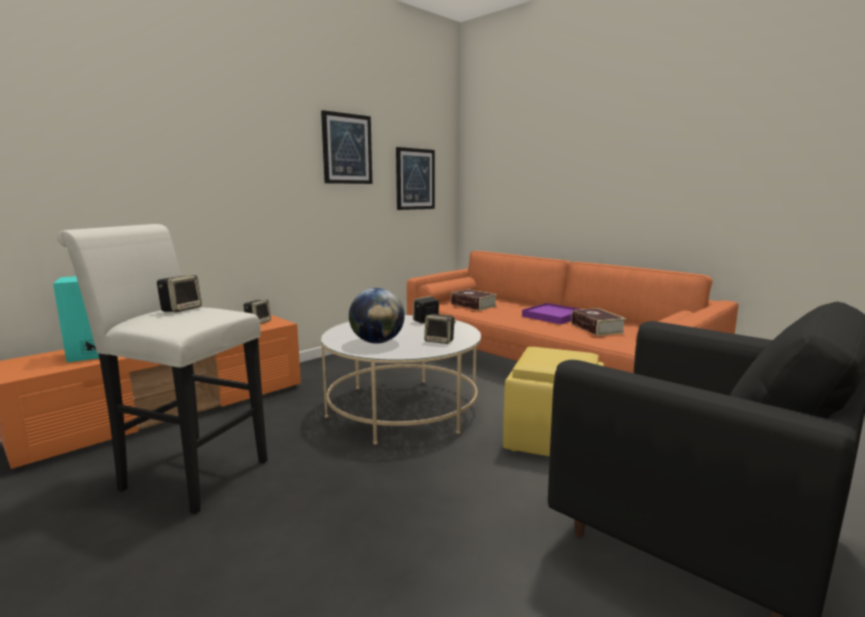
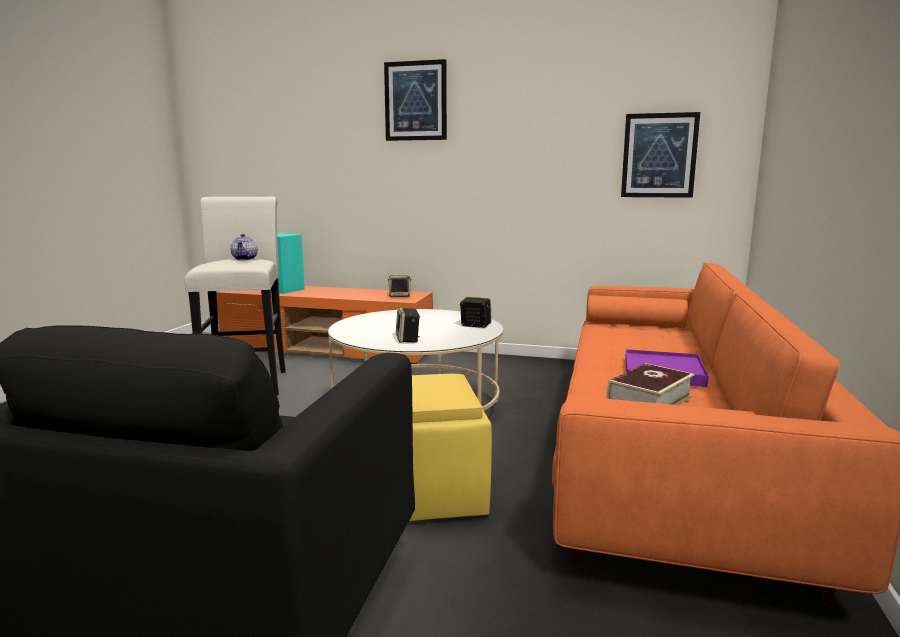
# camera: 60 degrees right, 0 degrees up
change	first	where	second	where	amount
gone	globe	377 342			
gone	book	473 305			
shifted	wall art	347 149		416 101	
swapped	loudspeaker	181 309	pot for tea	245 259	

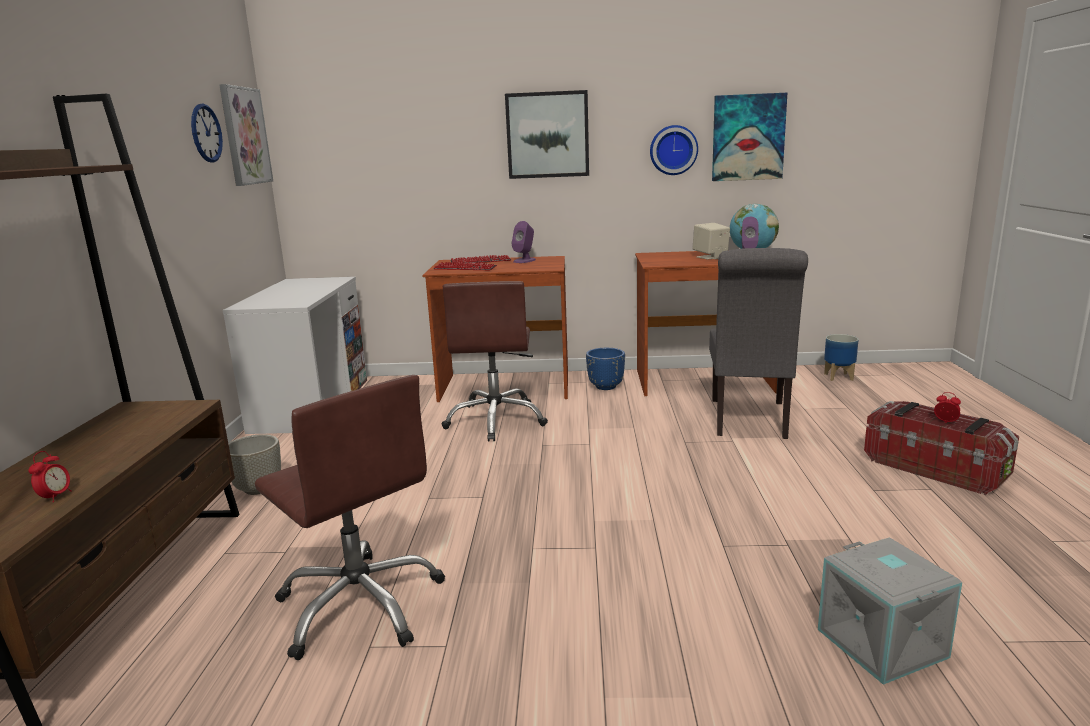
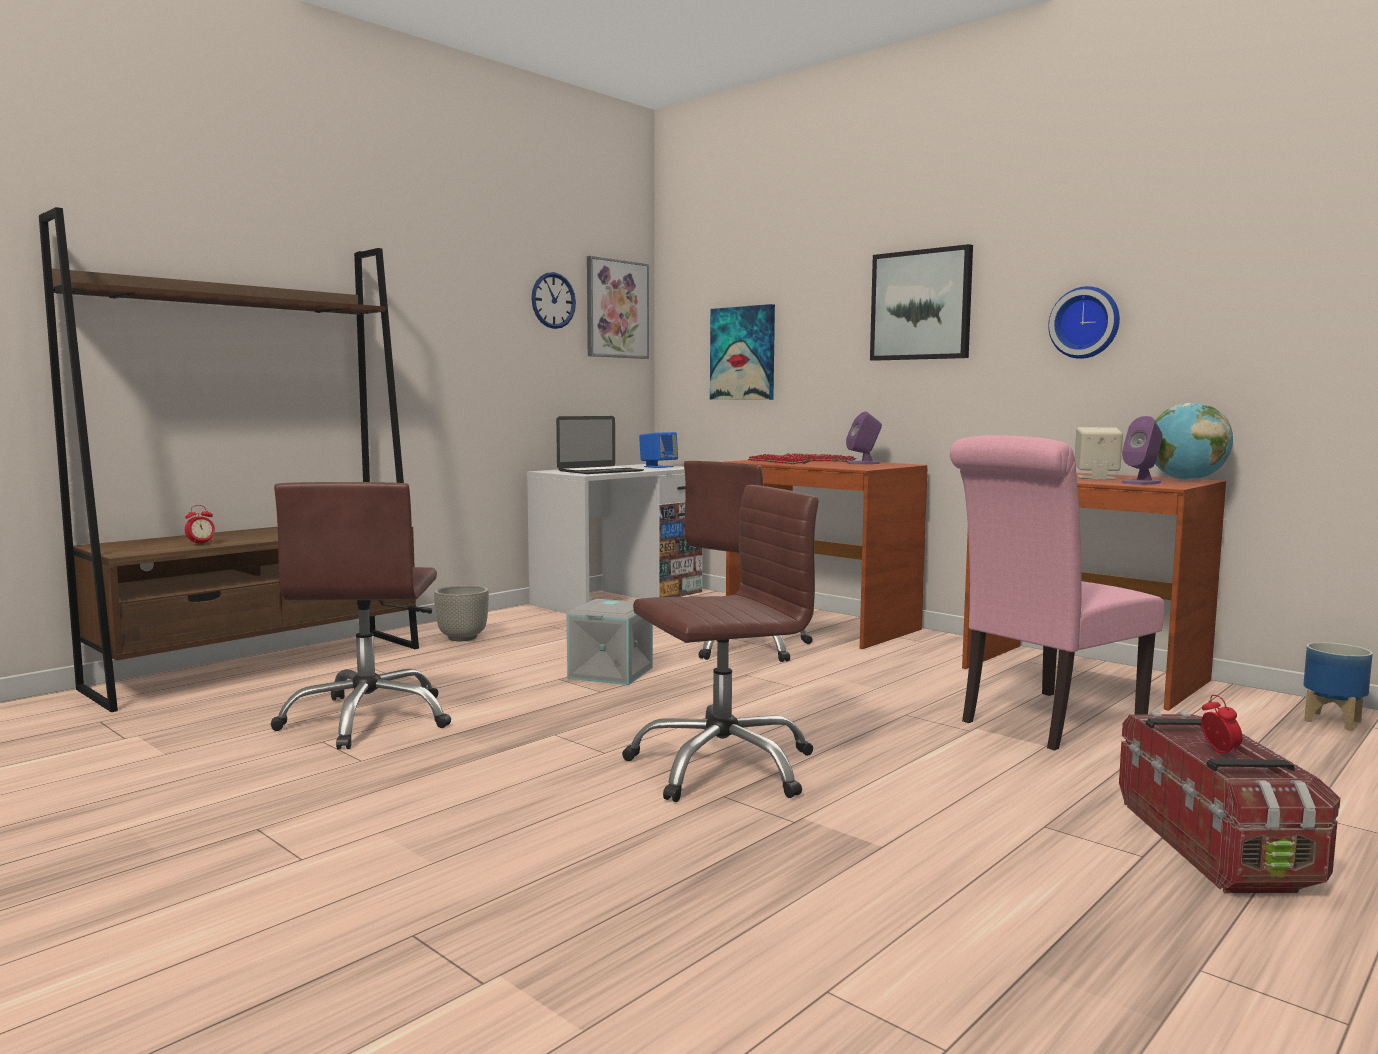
# camera: 40 degrees right, 10 degrees down
change	first	where	second	where	amount
gone	blue-coloured plant pot	606 387			
new			portable computer	600 471	
new			brown desk chair	722 766	
new			blue-coloured loudspeaker	658 467	
shifted	wall art	748 137		743 353	
shifted	grey storage bin	884 643		612 673	
repainted	grey plain chair	749 421	pink-coloured plain chair	1045 722	

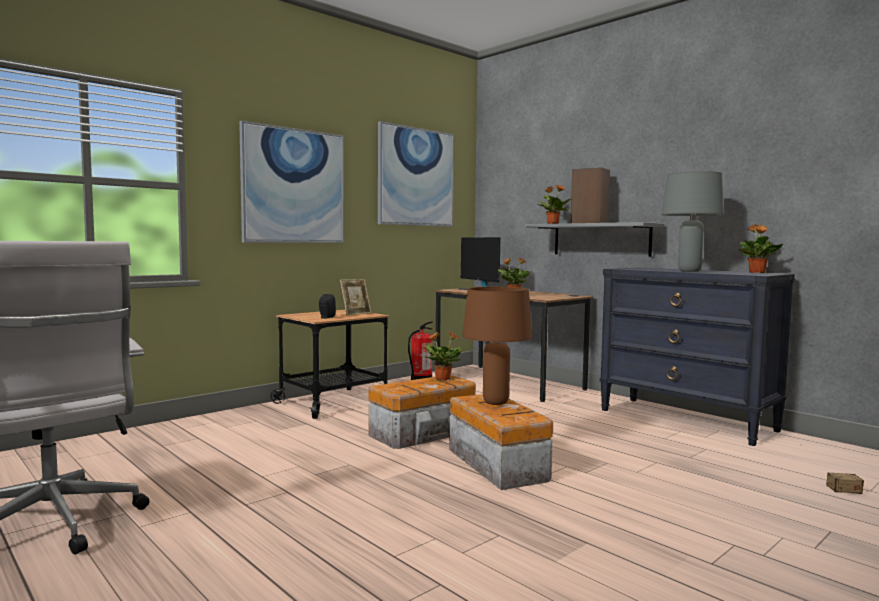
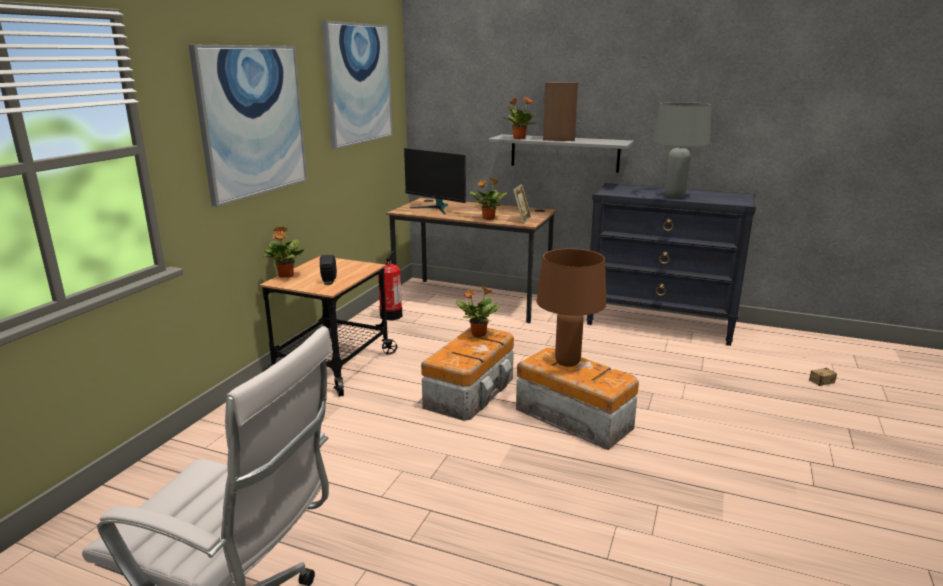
# camera: 25 degrees left, 15 degrees up
change	first	where	second	where	amount
shifted	photo frame	355 313		522 220	
shifted	potted plant	757 272		285 276	

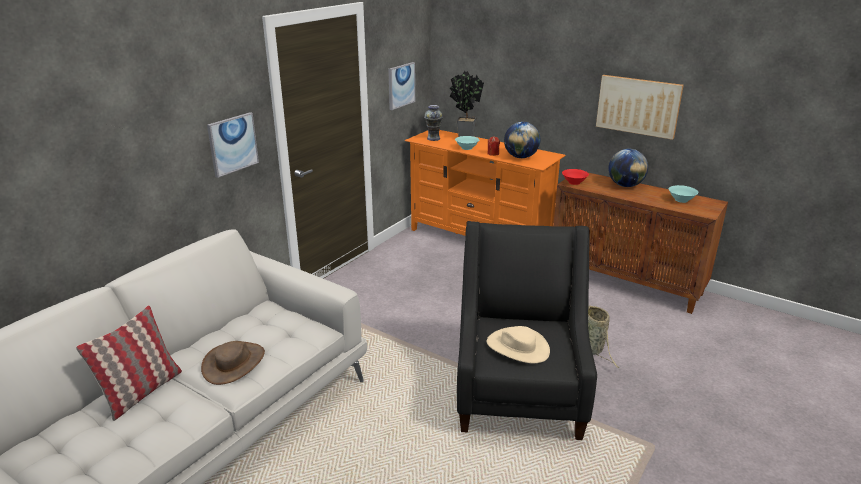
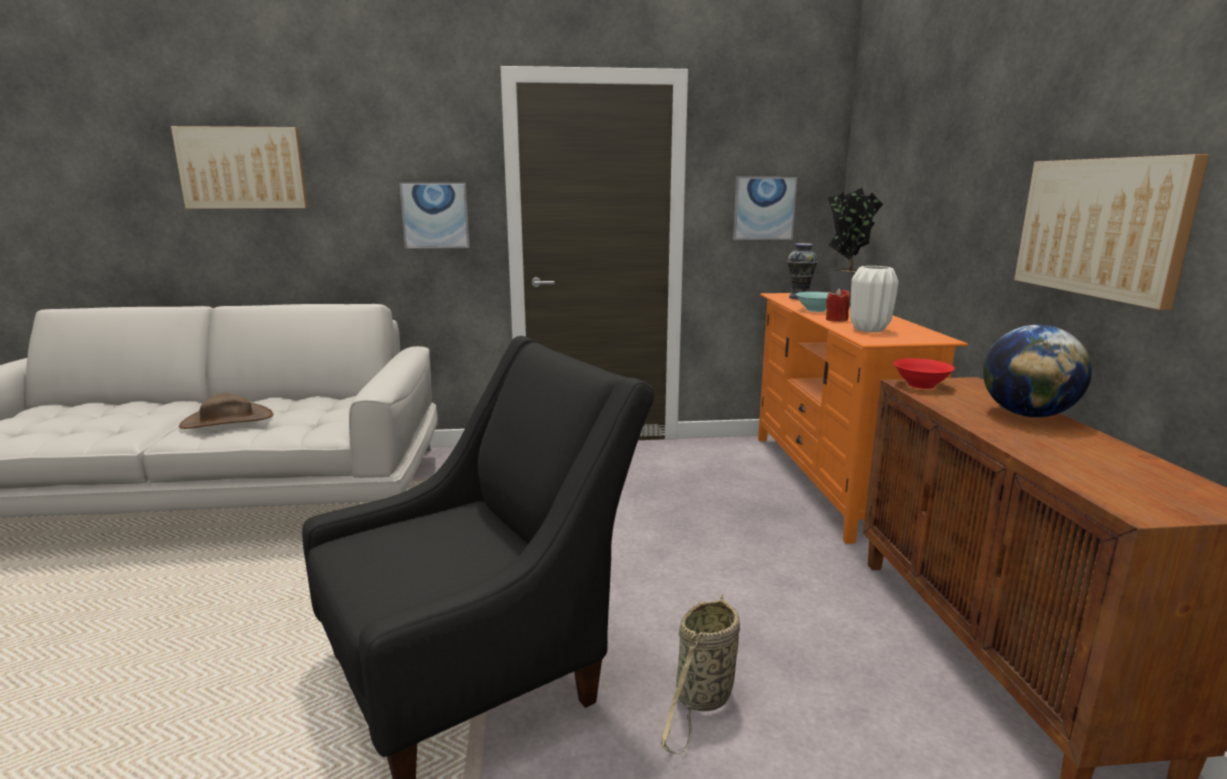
# camera: 50 degrees right, 10 degrees down
change	first	where	second	where	amount
gone	cushion	141 392			
gone	beige wearable hat	517 347			
gone	turquoise bowl	681 200			
new			wall art	242 168	
swapped	globe	520 157	white vase	869 330	

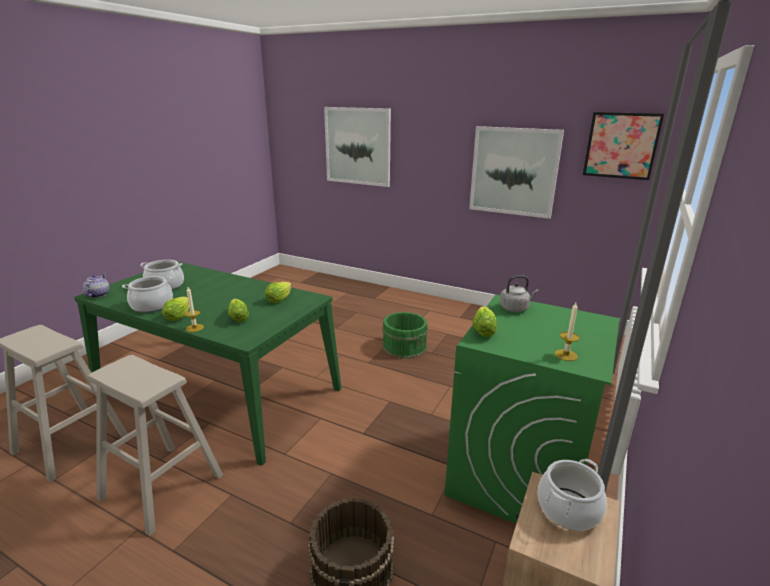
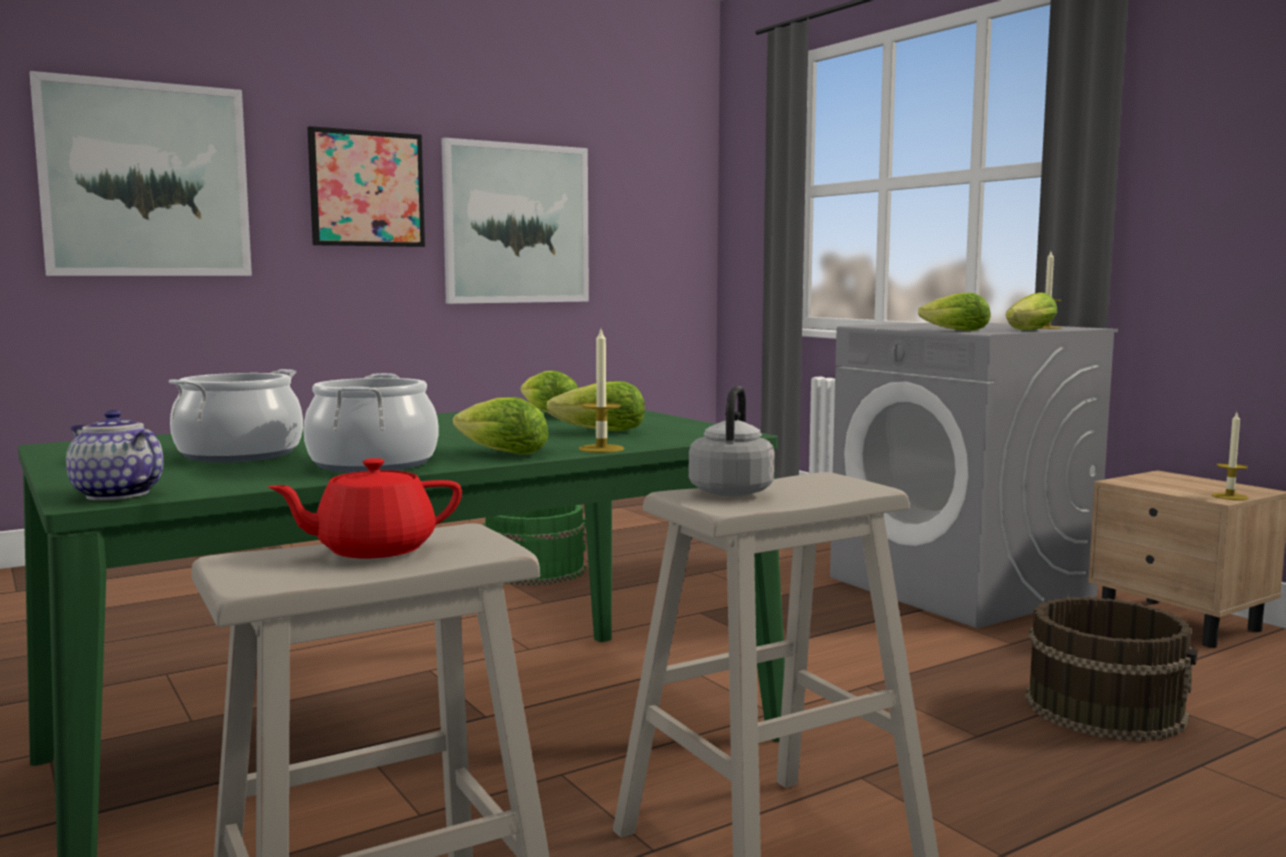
# camera: 60 degrees left, 15 degrees down
change	first	where	second	where	amount
gone	saucepot	568 509			
new			reddish pot for tea	373 549	
new			lettuce	1027 331	
new			wax light	1229 496	
shifted	grey kettle	515 308		732 491	
shifted	wall art	621 145		366 189	
repainted	green-coloured laundry machine	518 476	grey laundry machine	962 587	

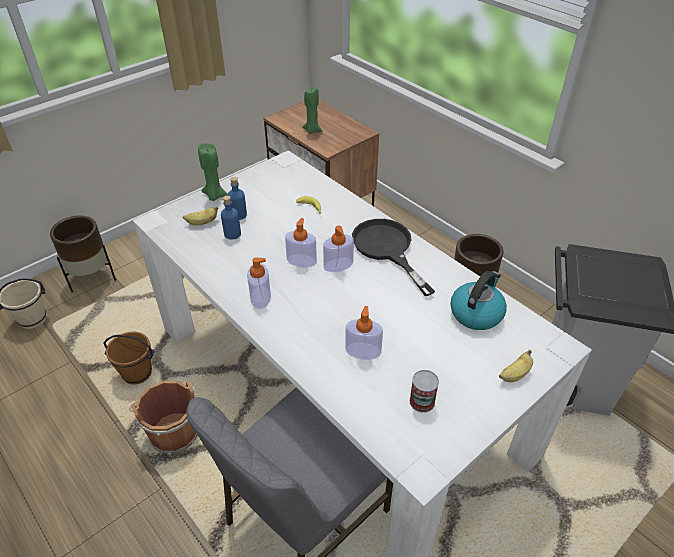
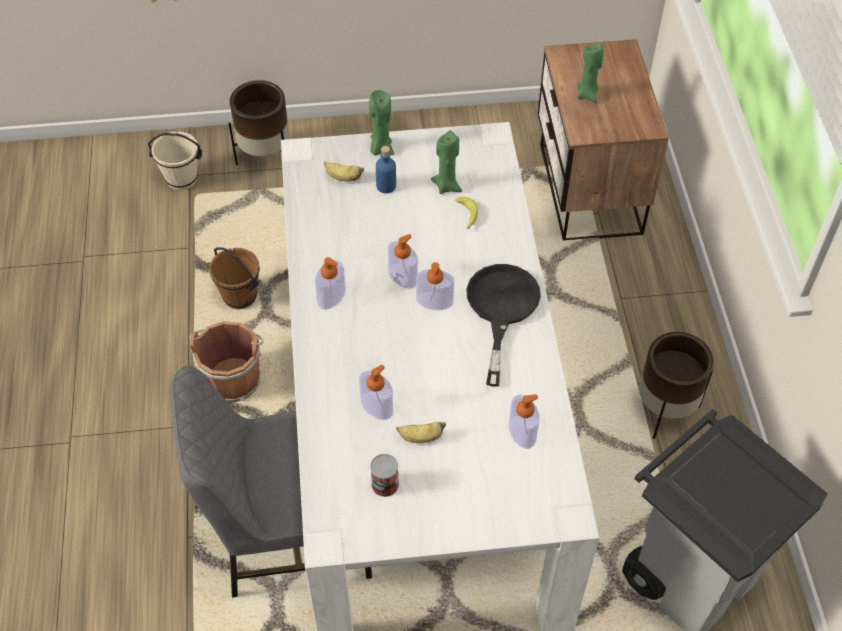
# camera: 35 degrees right, 10 degrees up
change	first	where	second	where	amount
gone	blue-coloured beverage bottle	232 234			
new			green-coloured wax light	447 186	
shifted	banana	514 375		420 437	
swapped	kettle	476 313	soap dispenser	522 432	

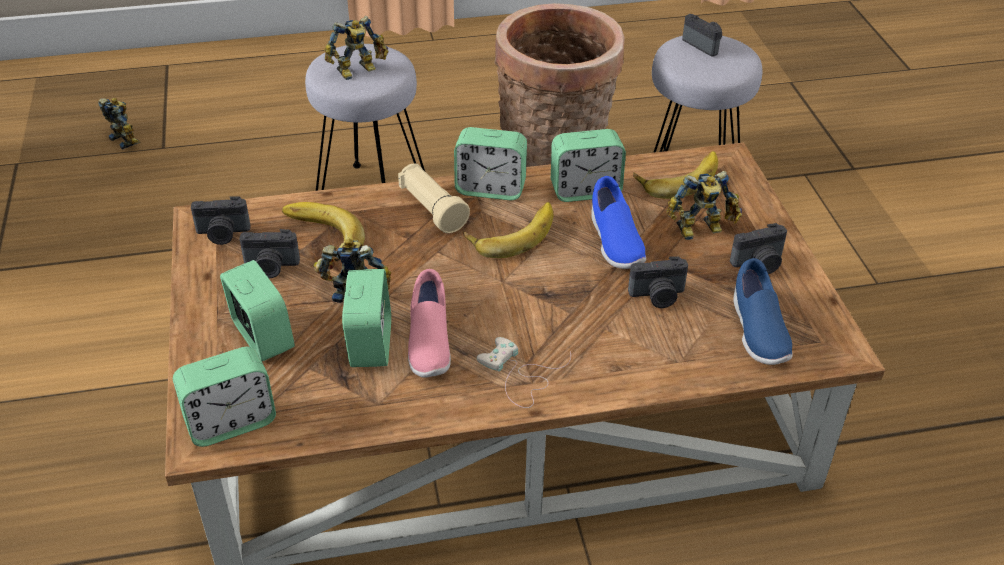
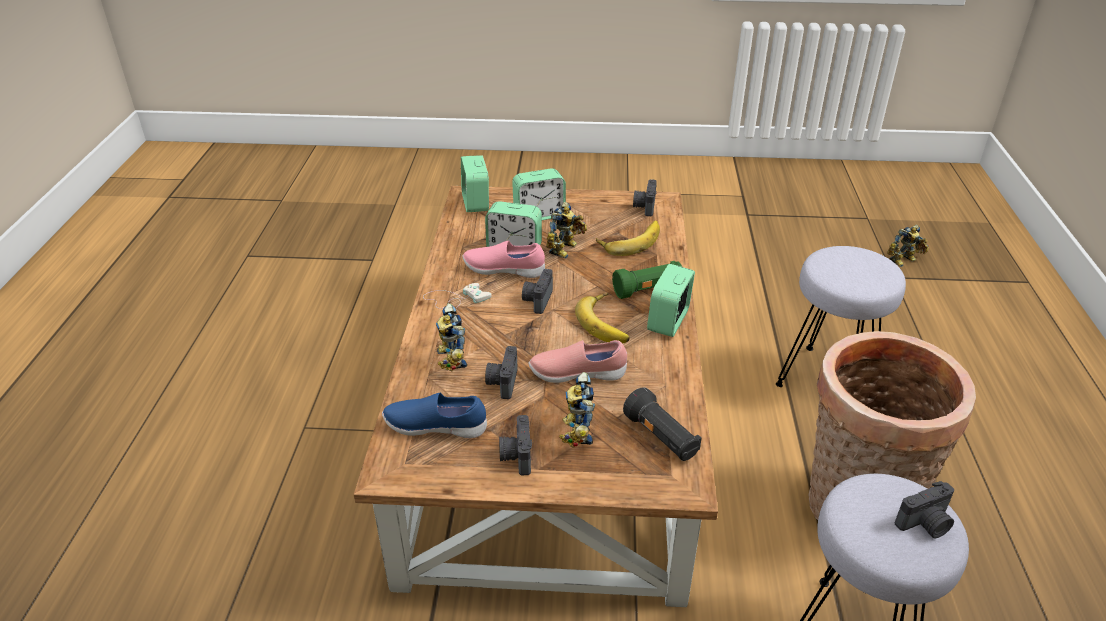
# camera: 105 degrees right, 5 degrees down
change	first	where	second	where	amount
gone	bedside clock	585 190			
shifted	still camera	271 267		537 300	
shifted	model robot	359 71		449 360	
swapped	banana	677 177	black hand torch	661 438	
repainted	beige hand torch	432 209	green-coloured hand torch	648 289	
repainted	blue-coloured shoe	614 242	pink-coloured shoe	577 374	

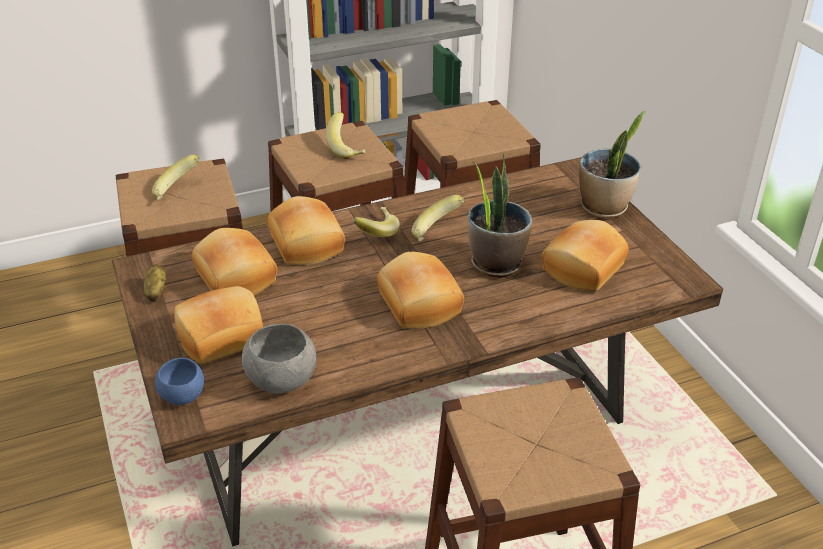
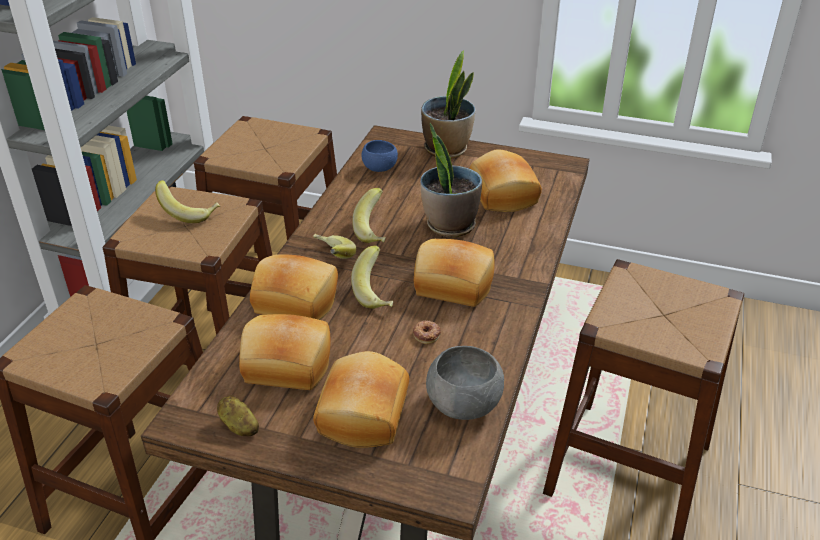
# camera: 50 degrees left, 0 degrees up
change	first	where	second	where	amount
new			donut	426 334	
shifted	banana	177 192		377 293	
shifted	blue-coloured bowl	182 396		379 168	

